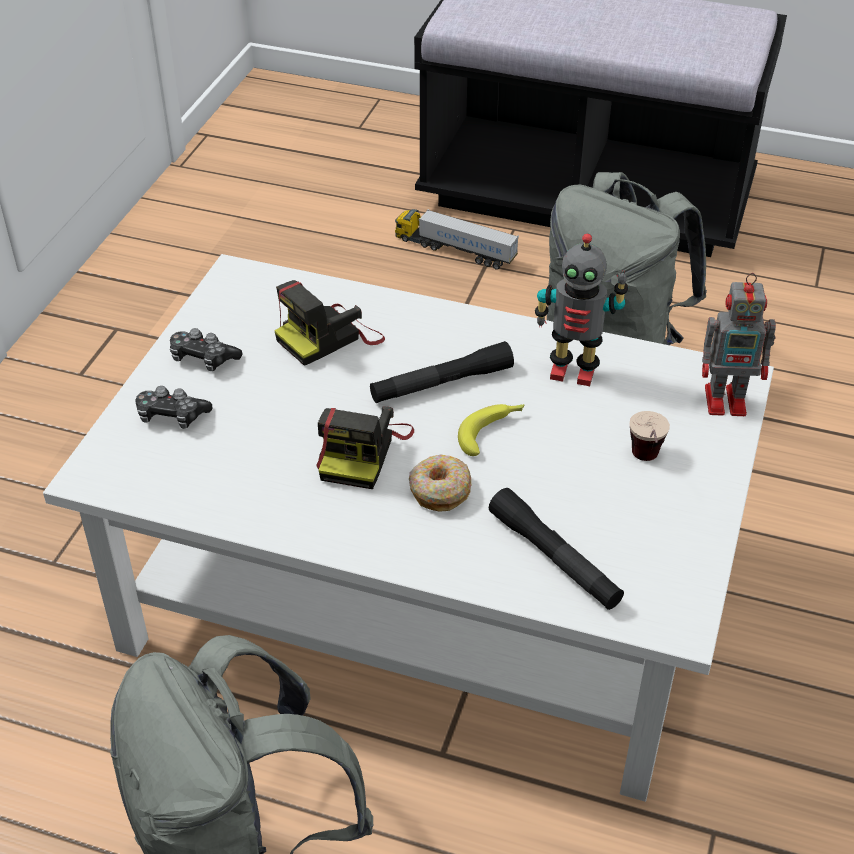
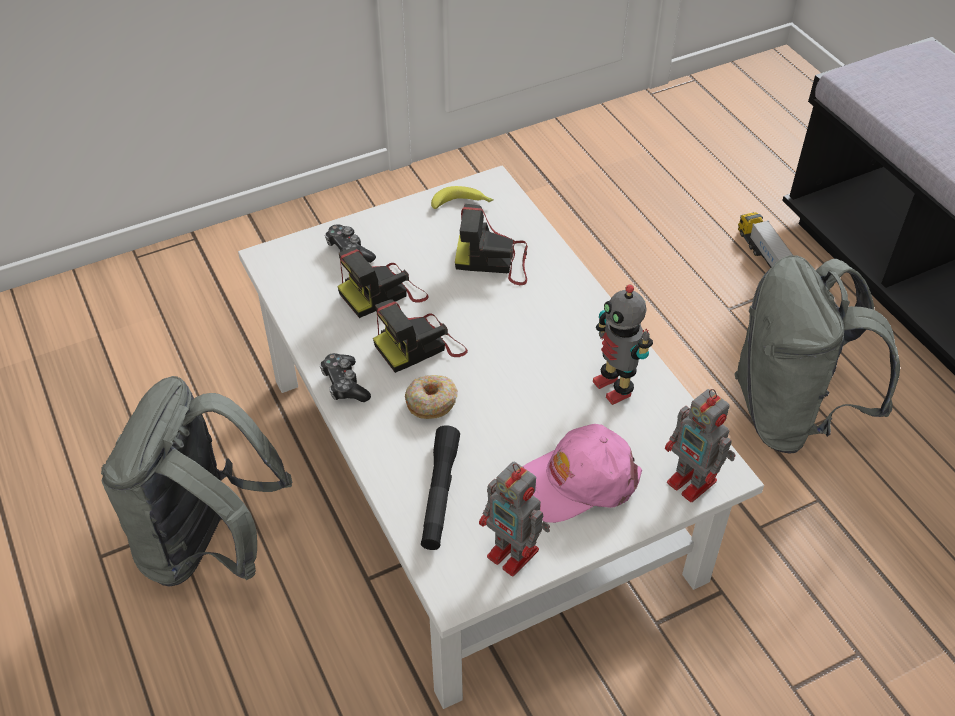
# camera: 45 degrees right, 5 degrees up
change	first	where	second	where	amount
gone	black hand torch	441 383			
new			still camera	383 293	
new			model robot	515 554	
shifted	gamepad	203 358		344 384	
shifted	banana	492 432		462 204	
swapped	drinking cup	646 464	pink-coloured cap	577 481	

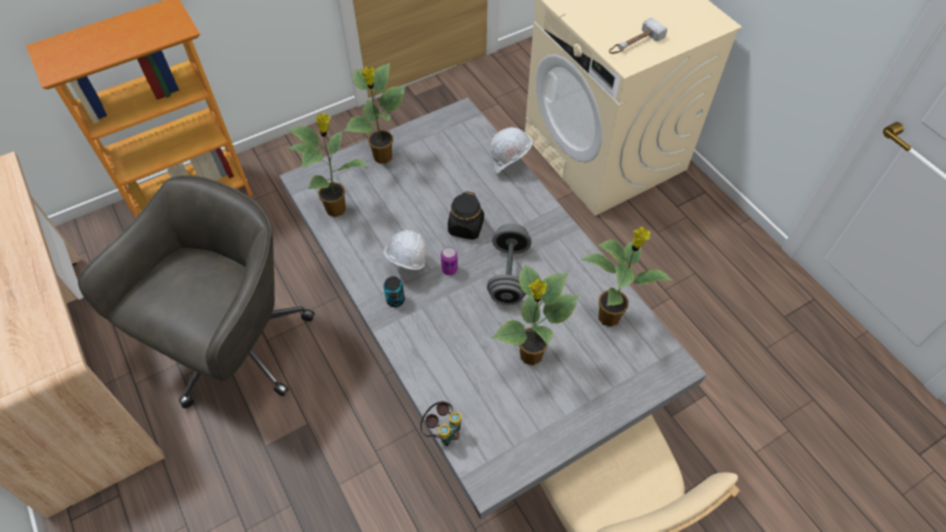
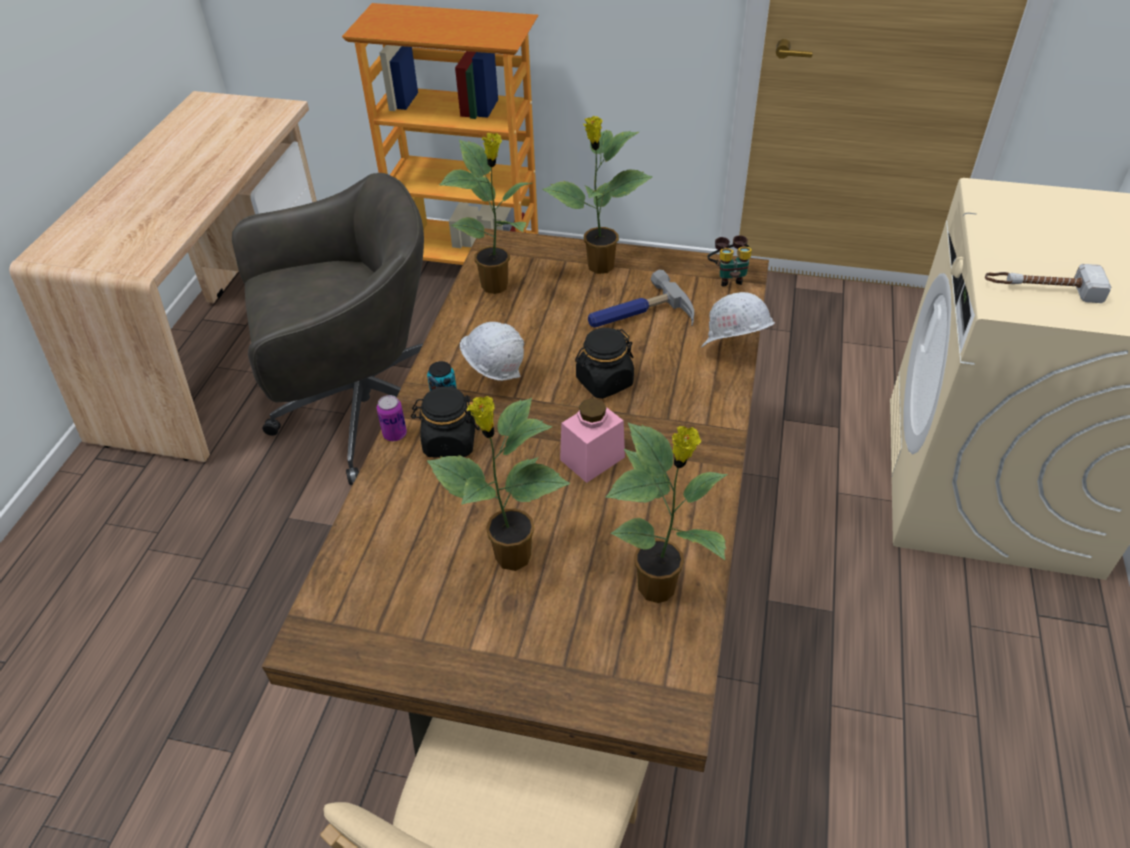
# camera: 45 degrees right, 10 degrees down
change	first	where	second	where	amount
new			black storage jar	449 442	
new			hand hammer	638 316	
shifted	pair of binoculars	442 431		728 277	
shifted	sealed can	449 269		395 434	
swapped	grey hand weight	508 274	pink-coloured storage jar	592 458	
repainted	grey dinner table	471 354	brown dinner table	569 587	

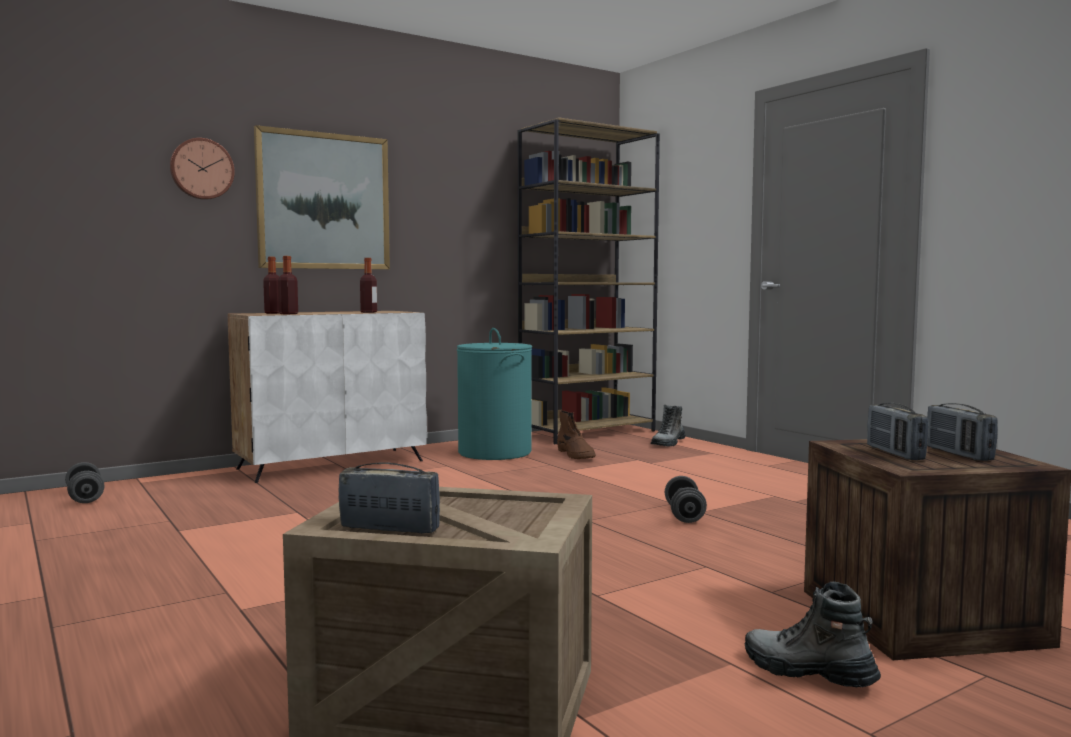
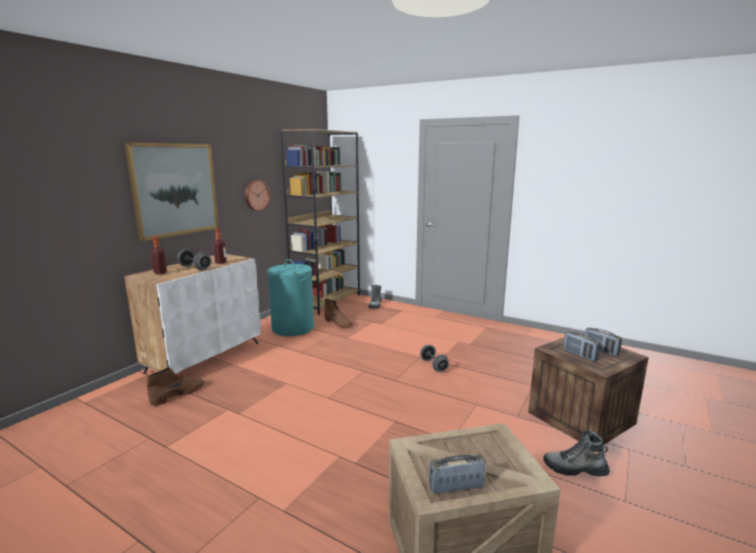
# camera: 25 degrees left, 10 degrees up
change	first	where	second	where	amount
gone	beverage bottle	288 314			
new			brown high-top boot	178 394	
shifted	grey hand weight	85 497		195 268	
shifted	hanging clock	201 169		256 195	

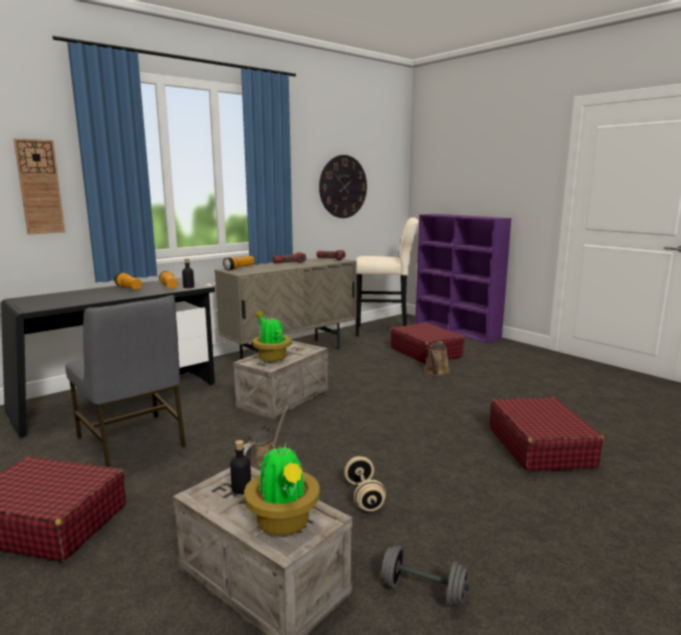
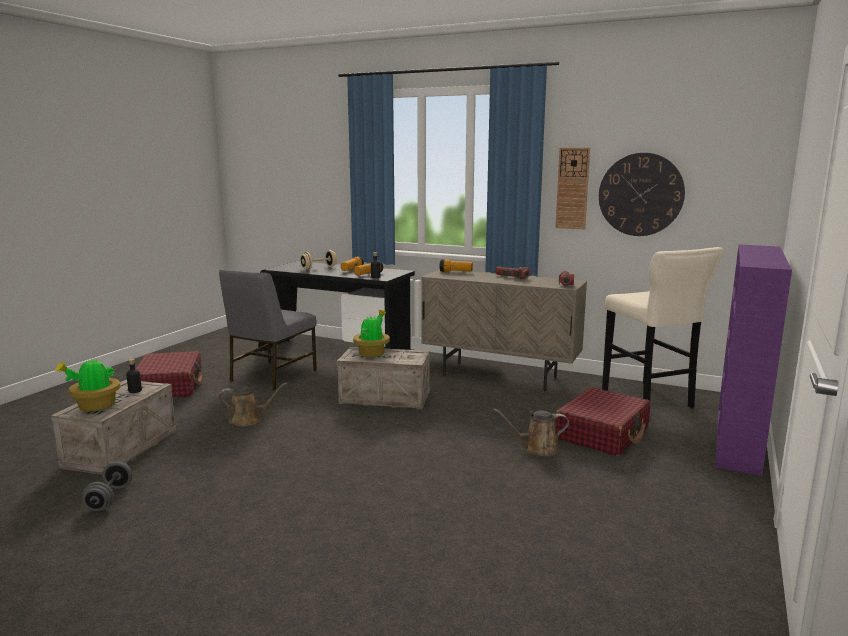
# camera: 65 degrees right, 0 degrees up
change	first	where	second	where	amount
gone	reddish travel case	540 447			
shifted	hanging clock	40 187		572 188	
shifted	beige hand weight	364 496		319 268	

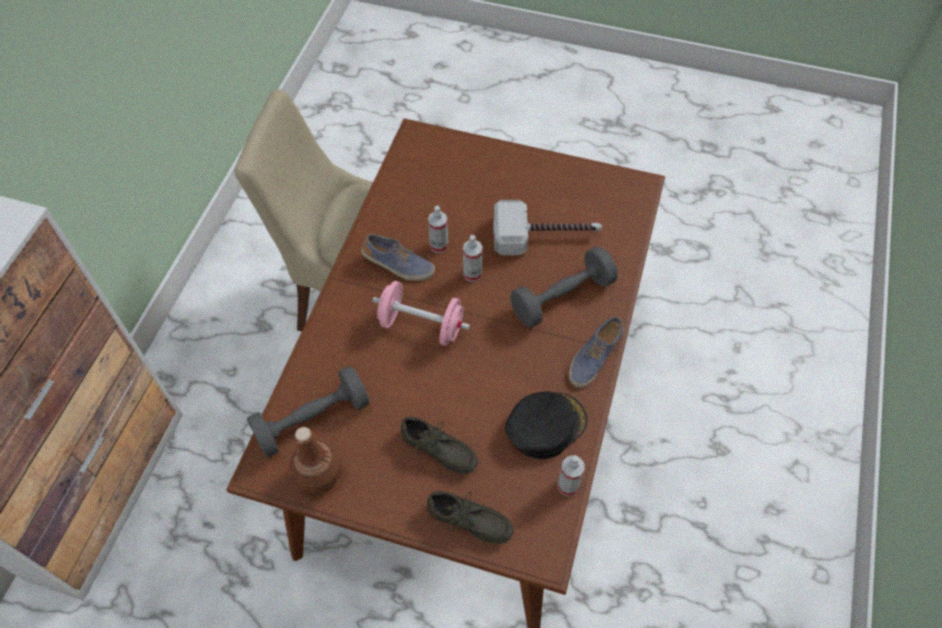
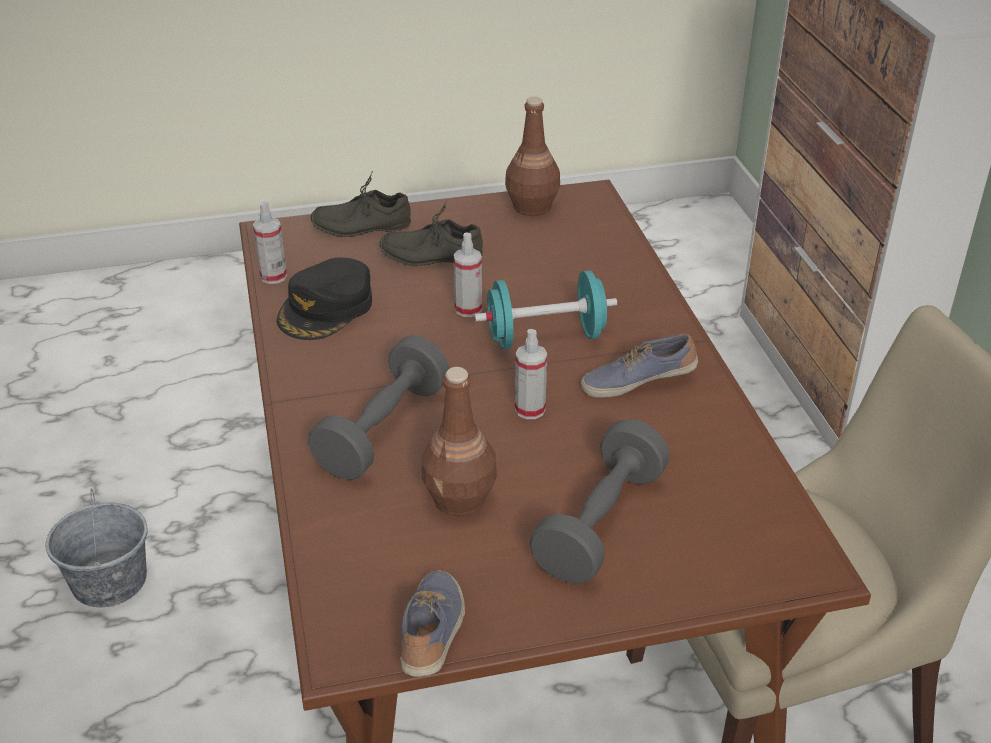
# camera: 150 degrees right, 20 degrees down
change	first	where	second	where	amount
new			grey bucket	109 580	
shifted	grey hand weight	312 420		600 523	
shifted	spray bottle	439 245		468 309	
shifted	shoe	594 357		433 634	
swapped	hand hammer	546 235	brown beverage bottle	460 498	
repainted	pink-coloured hand weight	421 325	turquoise hand weight	545 337	

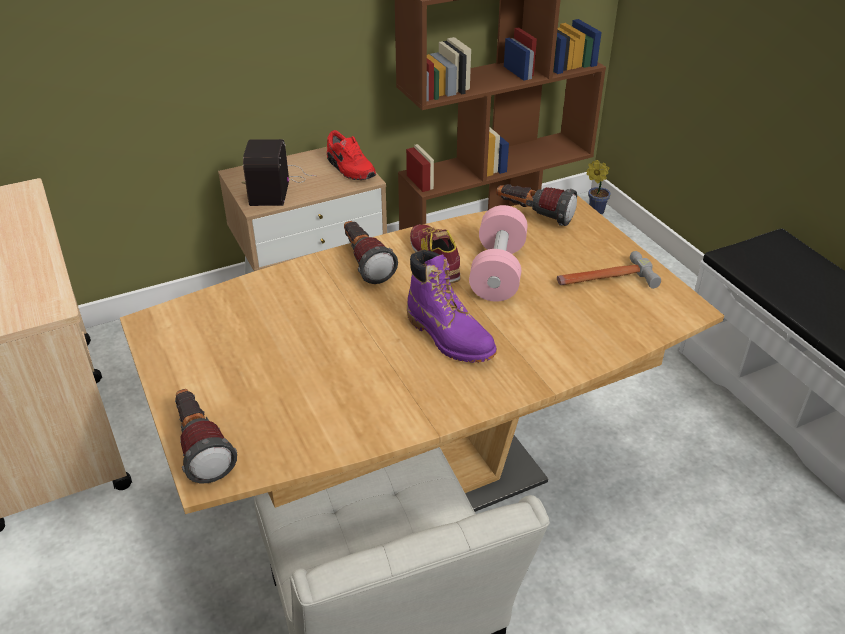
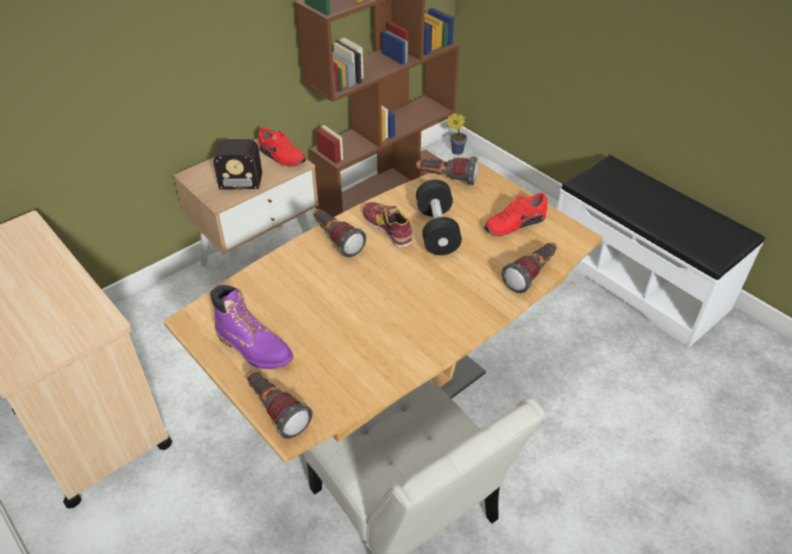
# camera: 15 degrees left, 5 degrees up
change	first	where	second	where	amount
new			hand torch	531 275	
shifted	purple-coloured high-top boot	449 337		254 348	
swapped	hand hammer	604 279	reddish shoe	514 224	
repainted	pink-coloured hand weight	498 271	black hand weight	437 230	
rotated	radio	276 183		226 179	75 degrees counterclockwise

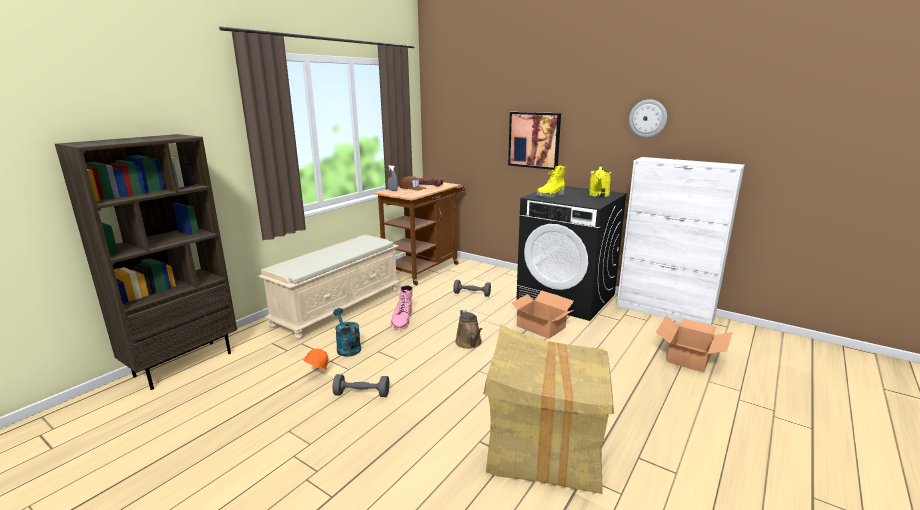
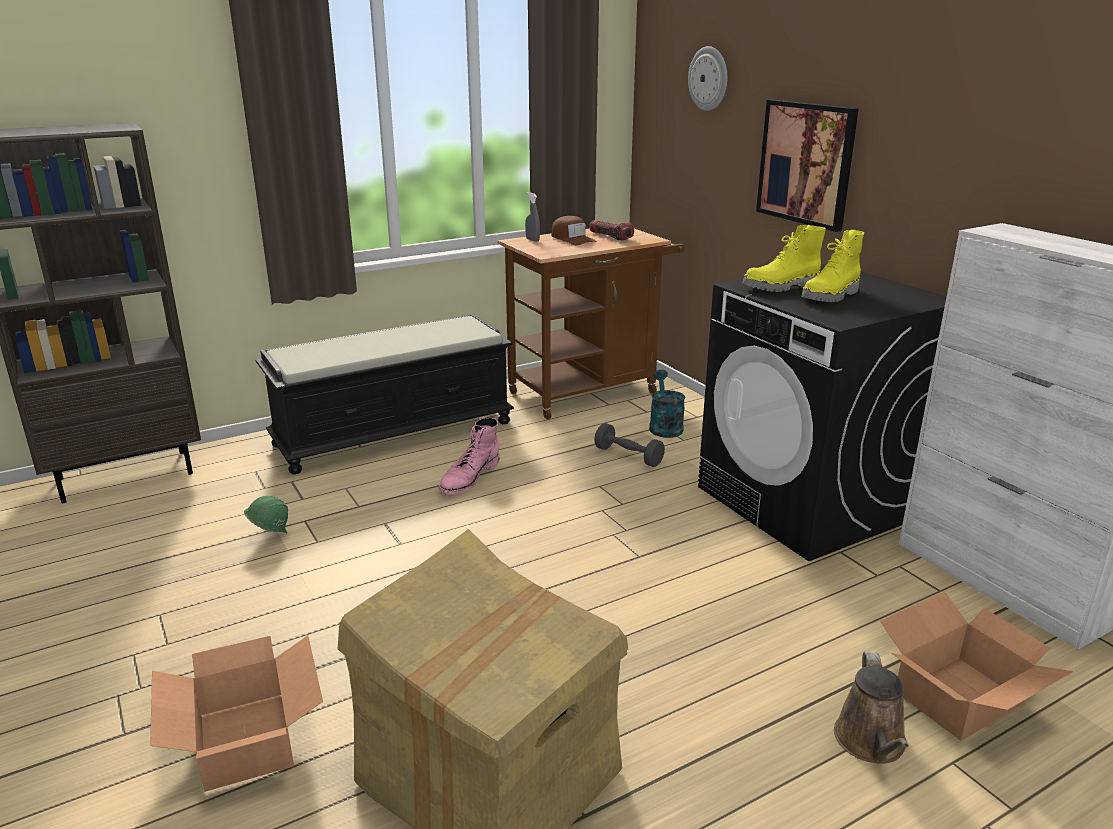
# camera: 25 degrees right, 5 degrees up
change	first	where	second	where	amount
gone	grey hand weight	362 394			
gone	yellowish sprinkling can	599 195			
new			yellowish high-top boot	831 296	
shifted	turquoise sprinkling can	347 347		664 426	
shifted	brown sprinkling can	469 343		871 743	
shifted	carton	541 327		244 742	
shifted	hanging clock	648 118		709 78	
repainted	beige bench	339 306	black bench	395 432	
repainted	orange hard hat	316 373	green-coloured hard hat	269 536	

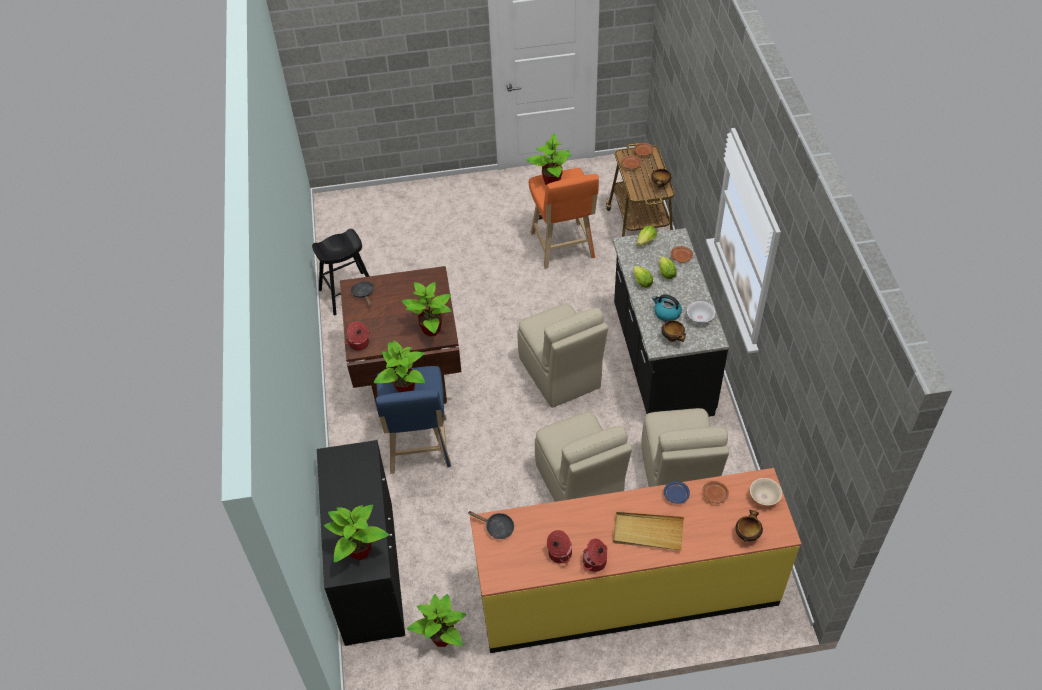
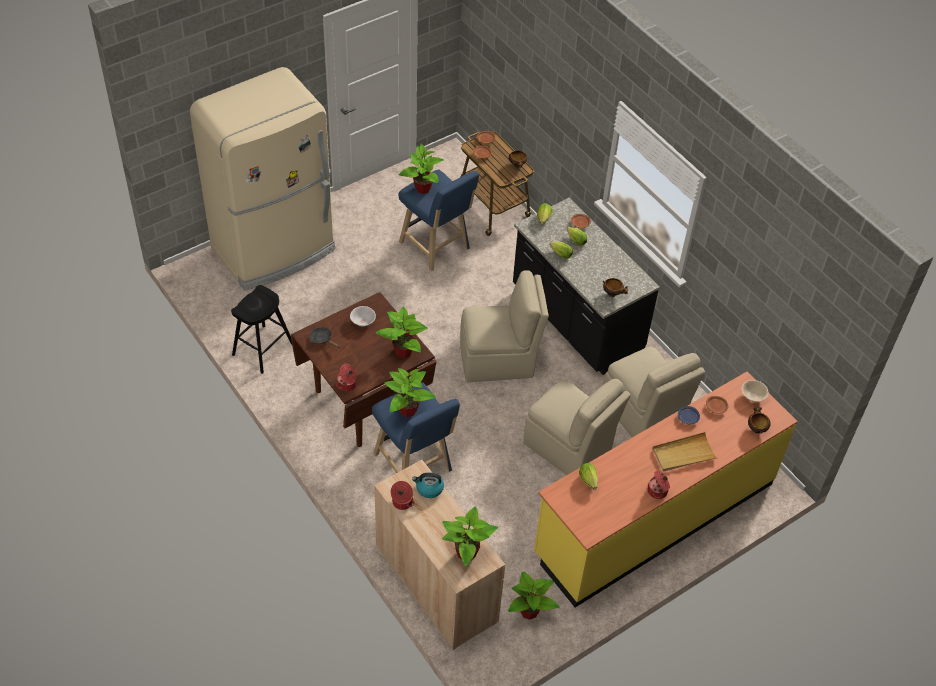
# camera: 30 degrees left, 0 degrees up
change	first	where	second	where	amount
gone	black pan	496 527			
new			beige fridge	275 249	
new			lettuce	589 481	
shifted	saucepot	559 553		402 502	
shifted	kettle	666 313		429 488	
shifted	white bowl	699 318		362 321	
repainted	black cabinet	370 573	beige cabinet	436 583	
repainted	orange sitting stool	563 248	blue-coloured sitting stool	436 248	
rotated	beige plain chair	560 374		499 360	45 degrees counterclockwise

